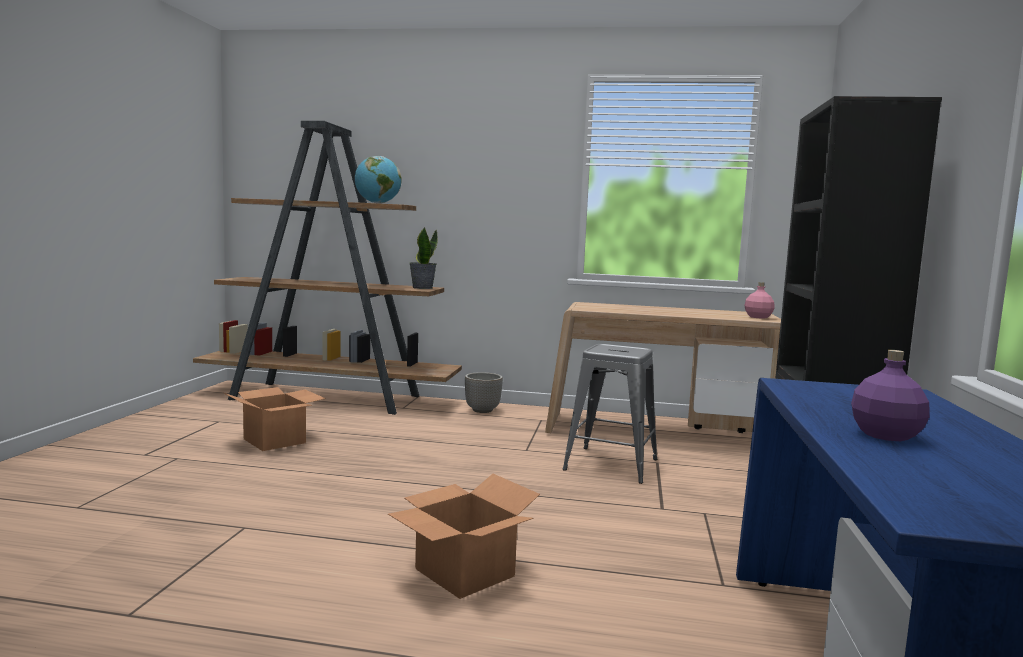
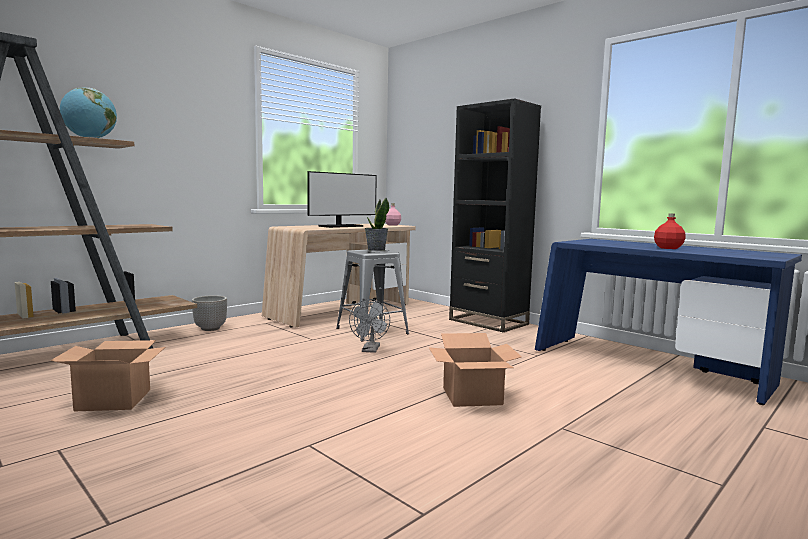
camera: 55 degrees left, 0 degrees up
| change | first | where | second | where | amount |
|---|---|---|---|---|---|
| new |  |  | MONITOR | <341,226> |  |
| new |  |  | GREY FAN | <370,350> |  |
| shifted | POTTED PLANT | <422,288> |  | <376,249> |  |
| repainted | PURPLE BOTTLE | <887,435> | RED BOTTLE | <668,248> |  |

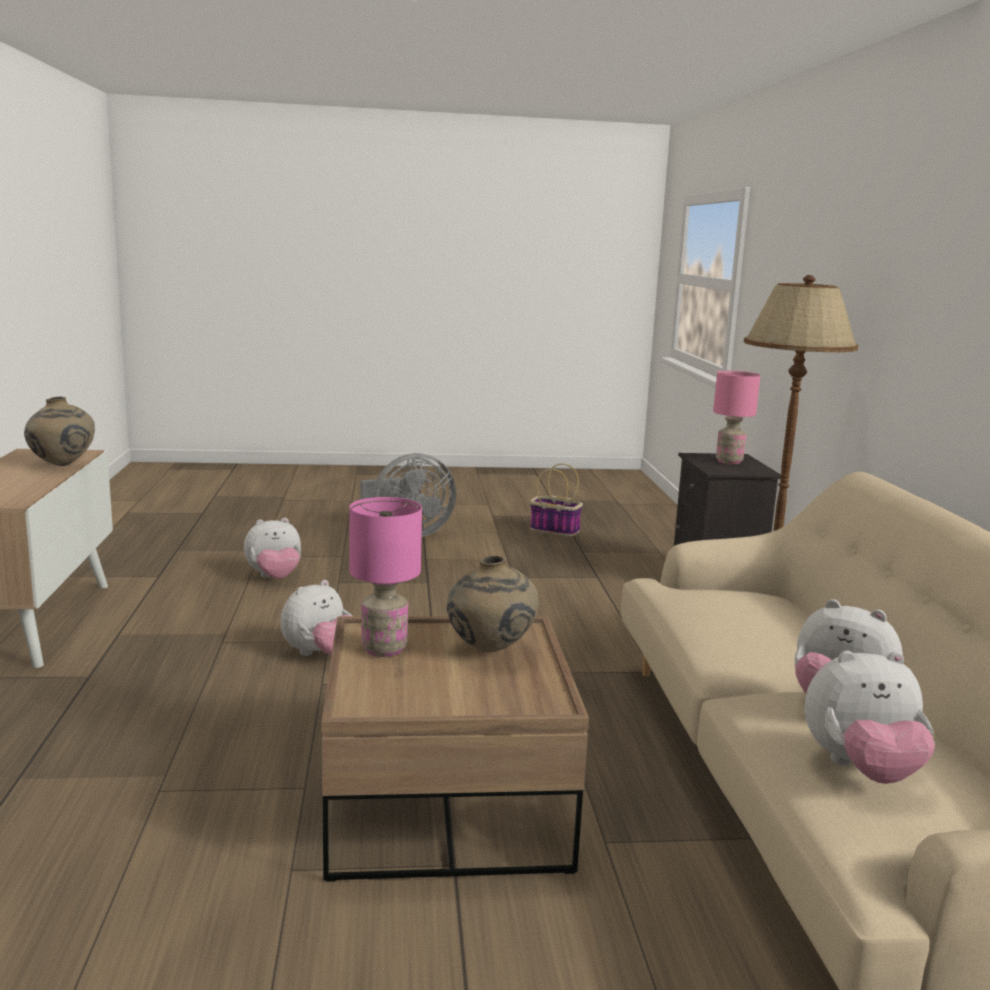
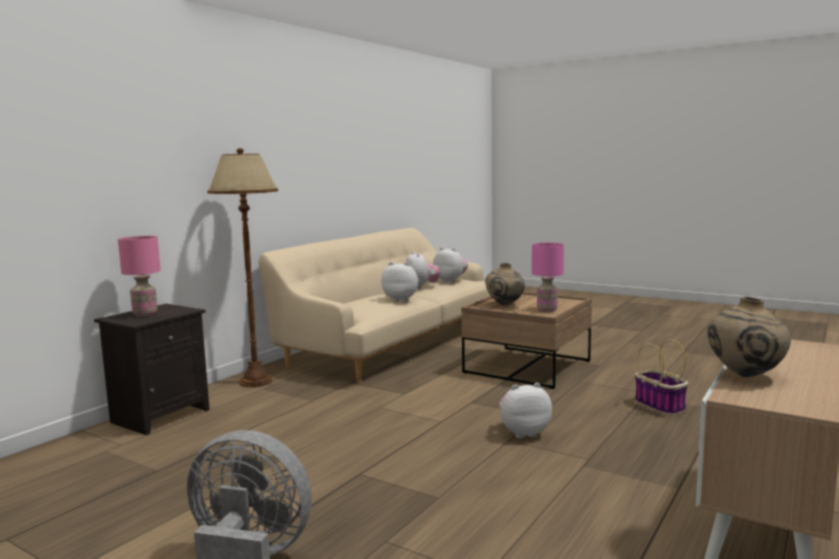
camera: 140 degrees left, 5 degrees down
| change | first | where | second | where | amount |
|---|---|---|---|---|---|
| shifted | PLUSH TOY | <274,578> |  | <401,300> |  |
| shifted | BASKET | <553,530> |  | <660,406> |  |

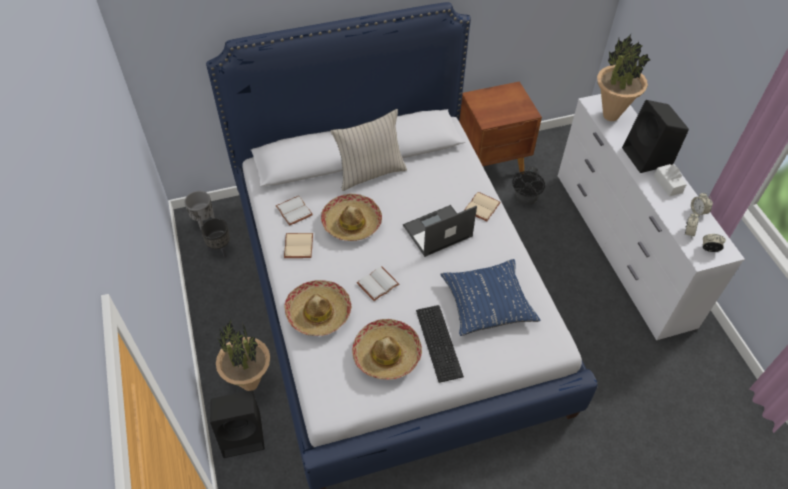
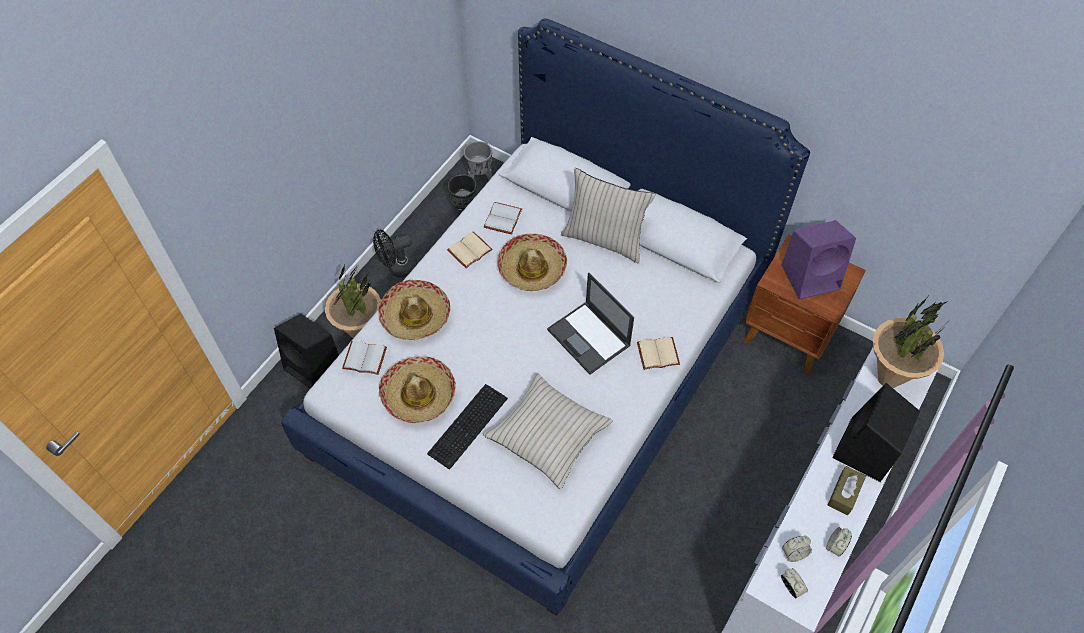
camera: 50 degrees right, 5 degrees up
| change | first | where | second | where | amount |
|---|---|---|---|---|---|
| new |  |  | PURPLE SPEAKER | <811,276> |  |
| shifted | WHITE BOOK | <378,285> |  | <364,359> |  |
| shifted | BLACK FAN | <525,199> |  | <398,268> |  |
| repainted | BLUE PILLOW | <487,302> | BEIGE PILLOW | <548,434> |  |
| repainted | WHITE TISSUE BOX | <667,184> | BROWN TISSUE BOX | <844,493> |  |
| rotated | LAPTOP | <437,231> |  | <589,338> | 150 degrees counterclockwise |

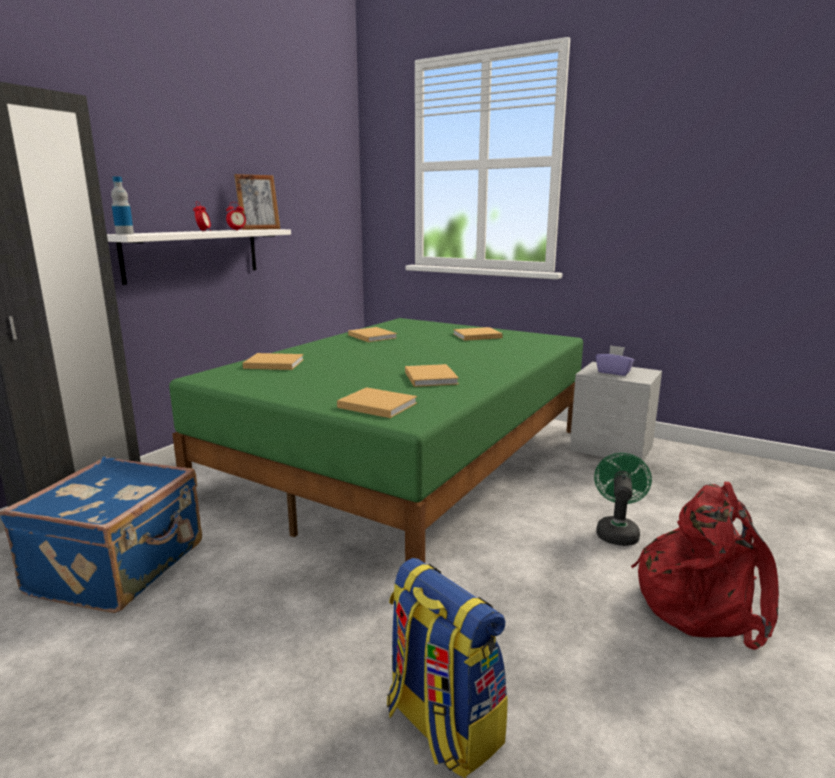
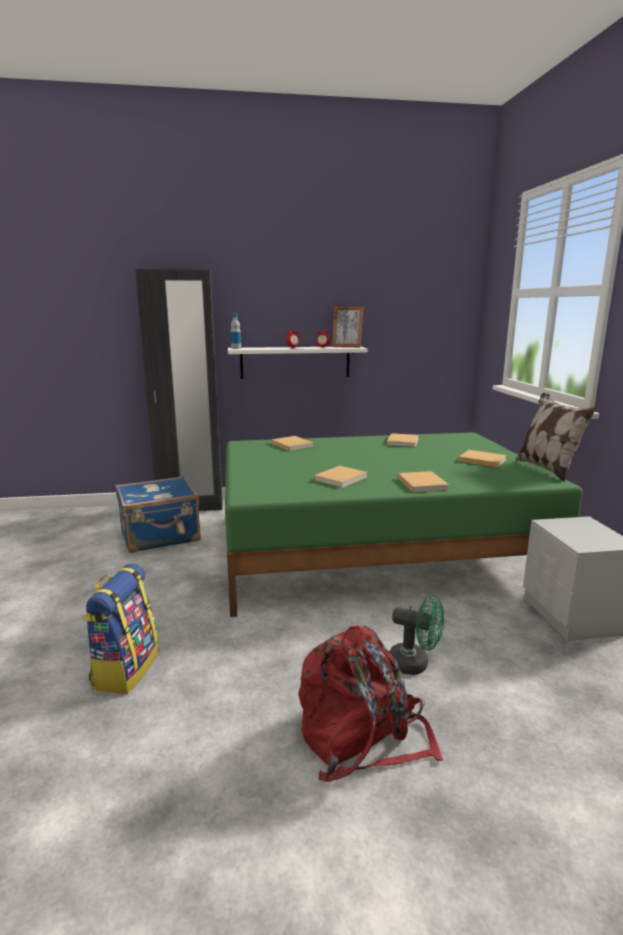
camera: 50 degrees right, 0 degrees up
| change | first | where | second | where | amount |
|---|---|---|---|---|---|
| gone | PURPLE TISSUE BOX | <613,372> |  |  |  |
| new |  |  | PILLOW | <547,469> |  |
| shifted | BEIGE BOOK | <375,405> |  | <421,483> |  |
| rotated | GREEN FAN | <617,531> |  | <415,664> | 45 degrees clockwise |

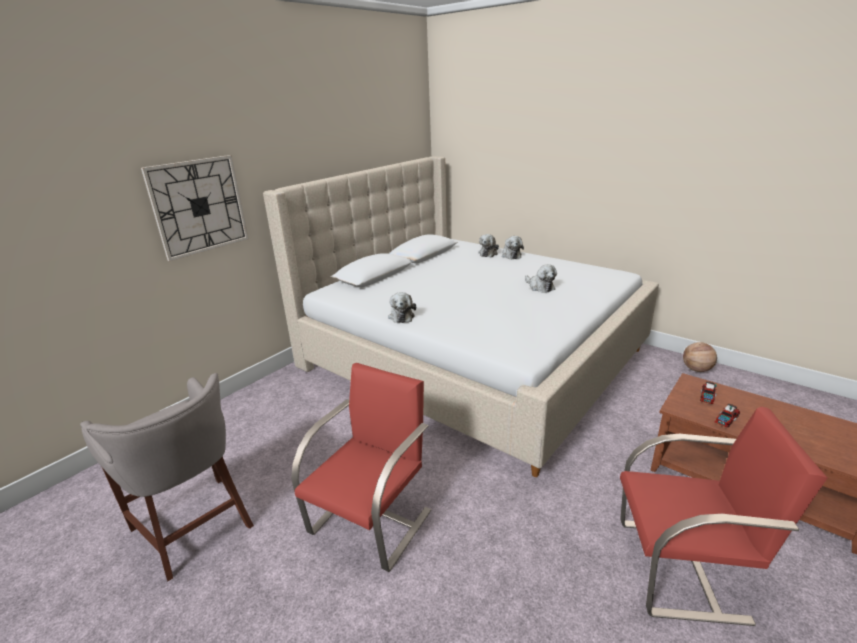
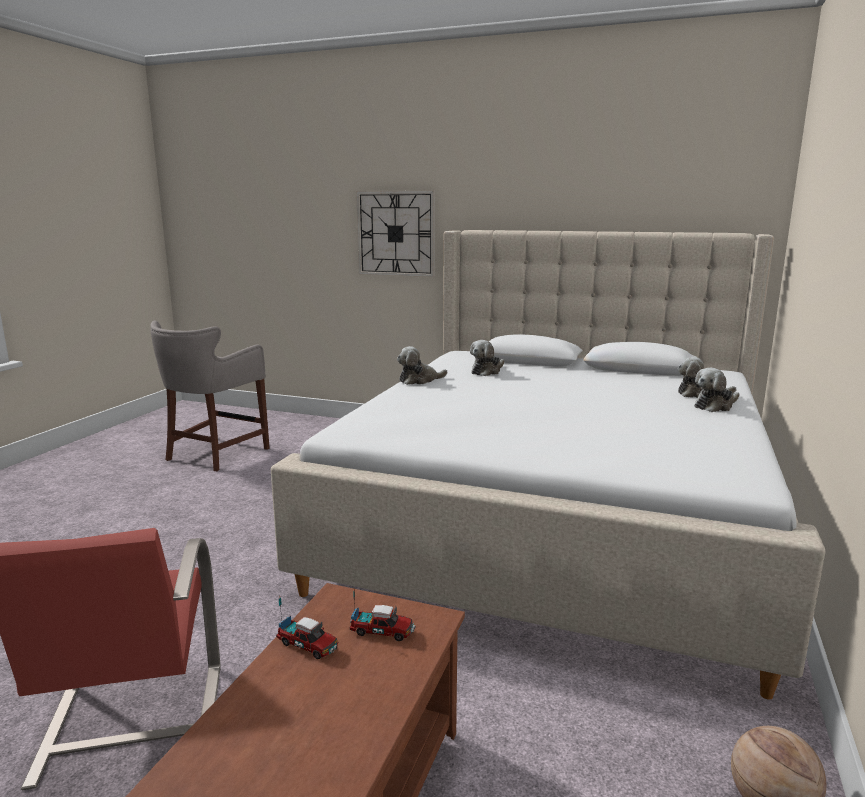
camera: 70 degrees right, 10 degrees down
| change | first | where | second | where | amount |
|---|---|---|---|---|---|
| gone | RED CHAIR | <372,520> |  |  |  |
| shifted | PLUSH TOY | <540,287> |  | <487,371> |  |

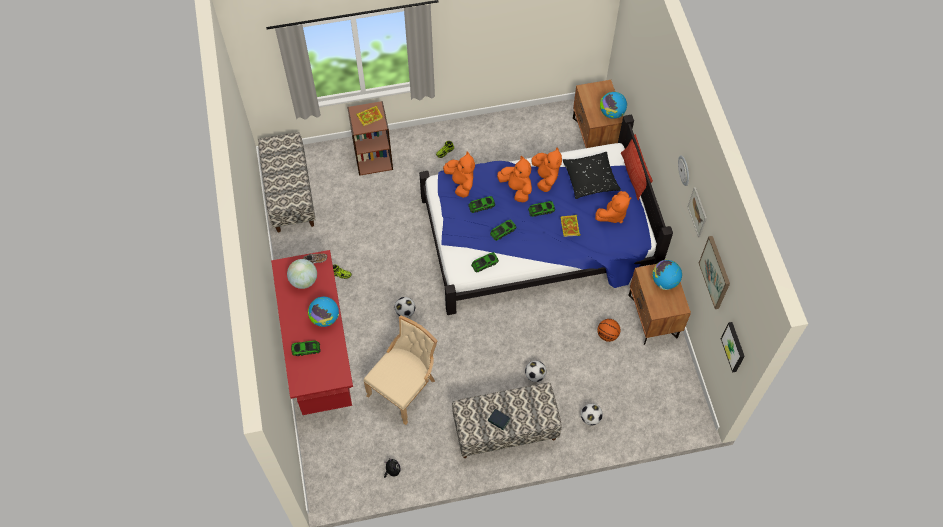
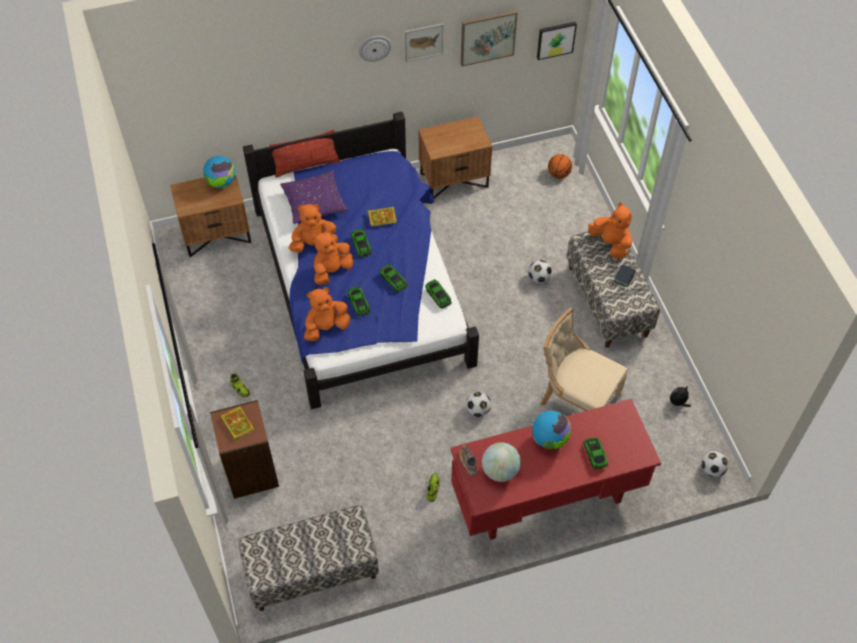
camera: 95 degrees left, 5 degrees down
| change | first | where | second | where | amount |
|---|---|---|---|---|---|
| gone | GLOBE | <664,281> |  |  |  |
| shifted | FOOTBALL | <590,418> |  | <712,470> |  |
| shifted | ORANGE PLUSH TOY | <613,214> |  | <610,243> |  |
| shifted | BASKETBALL | <607,334> |  | <558,174> |  |
| repainted | BLACK PILLOW | <590,179> | PURPLE PILLOW | <314,202> |  |

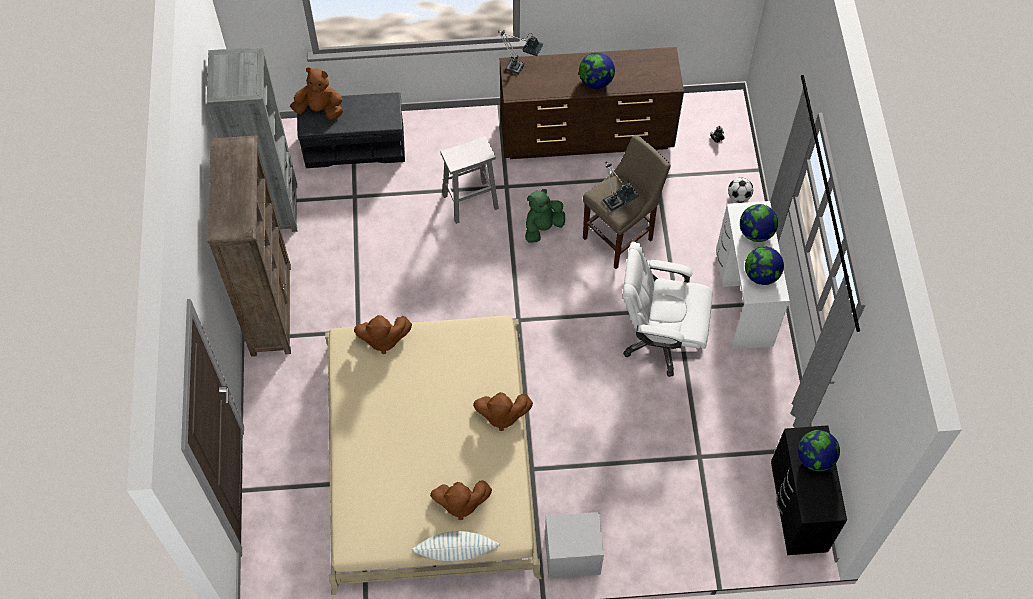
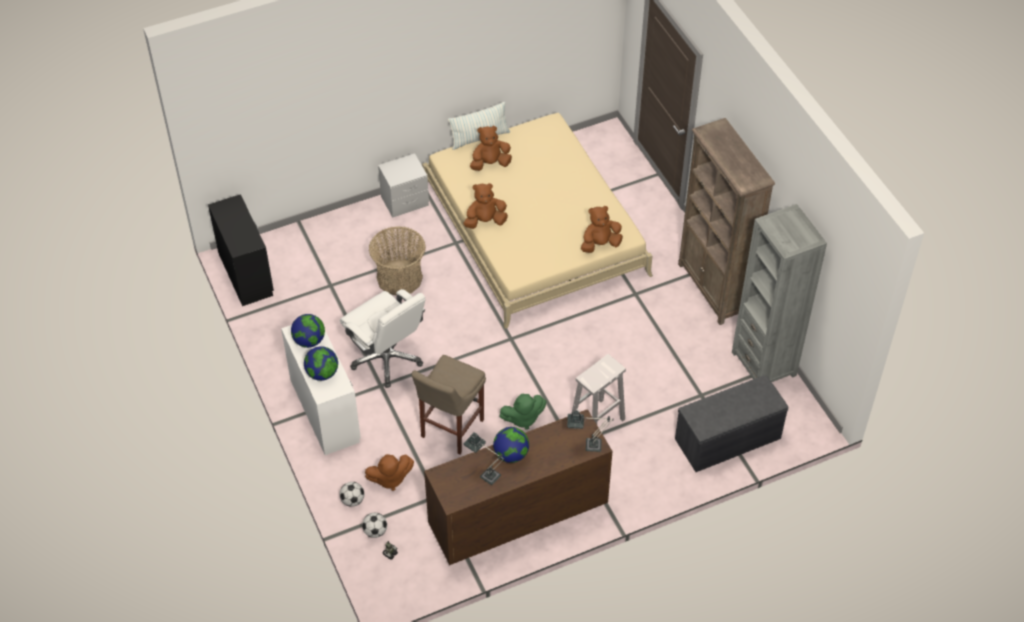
camera: 160 degrees right, 10 degrees down
| change | first | where | second | where | amount |
|---|---|---|---|---|---|
| gone | GLOBE | <815,458> |  |  |  |
| new |  |  | FOOTBALL | <375,531> |  |
| new |  |  | BASKET | <399,278> |  |
| shifted | BROWN PLUSH TOY | <320,109> |  | <390,479> |  |
| shifted | TABLE LAMP | <616,206> |  | <486,474> |  |
| rotated | GREEN PLUSH TOY | <542,227> |  | <523,418> | 45 degrees clockwise |
| rotated | WHITE OFFICE CHAIR | <660,339> |  | <387,358> | 60 degrees clockwise |

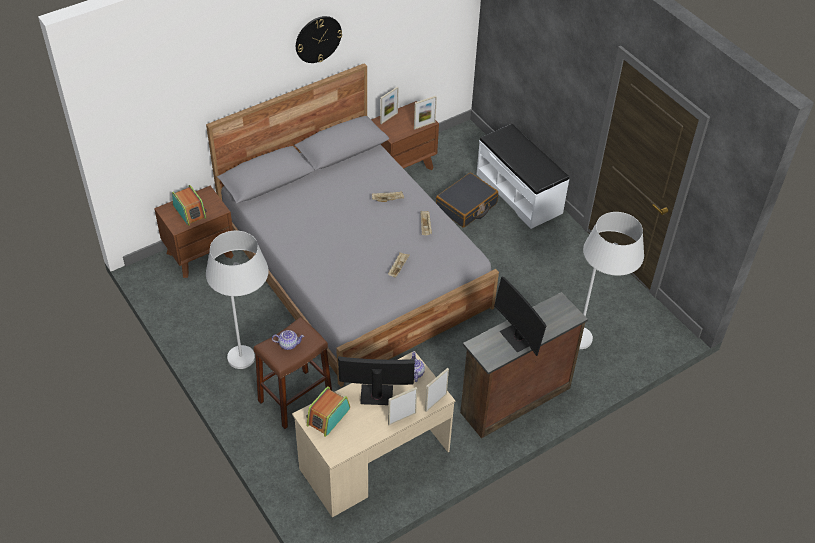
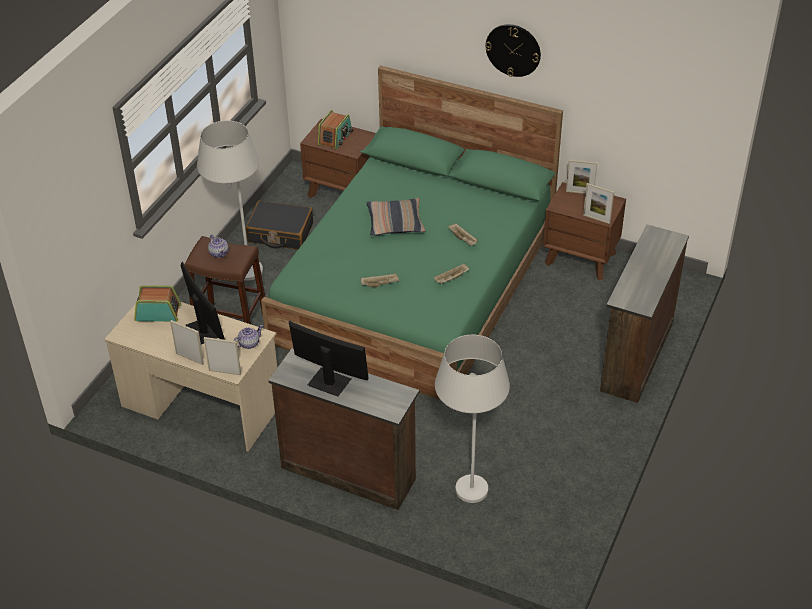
camera: 60 degrees right, 5 degrees down
| change | first | where | second | where | amount |
|---|---|---|---|---|---|
| new |  |  | PILLOW | <395,223> |  |
| shifted | BLACK SUITCASE | <466,206> |  | <280,233> |  |
| swapped | WHITE BENCH | <519,193> | BROWN DRESSER | <634,357> |  |
| repainted | GREY BED | <354,266> | GREEN BED | <416,287> |  |
| rotated | MONITOR | <518,337> |  | <329,382> | 90 degrees clockwise |

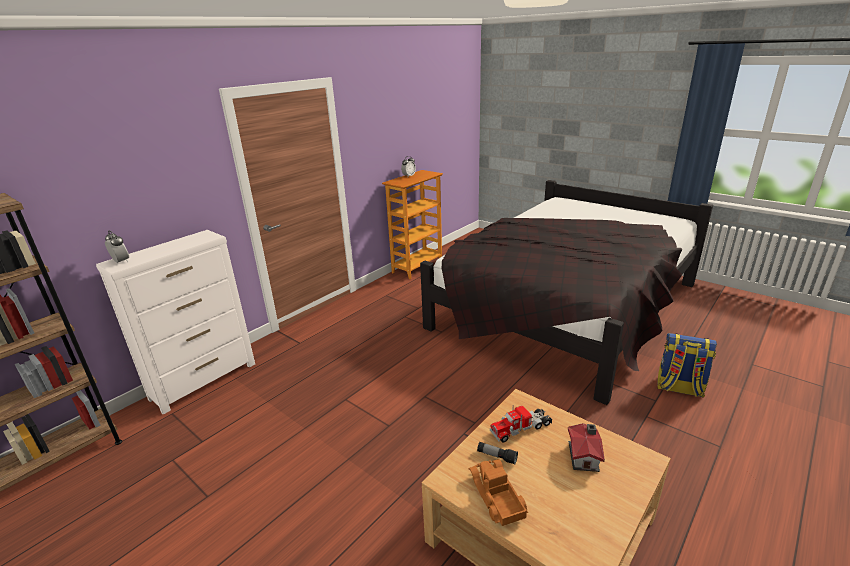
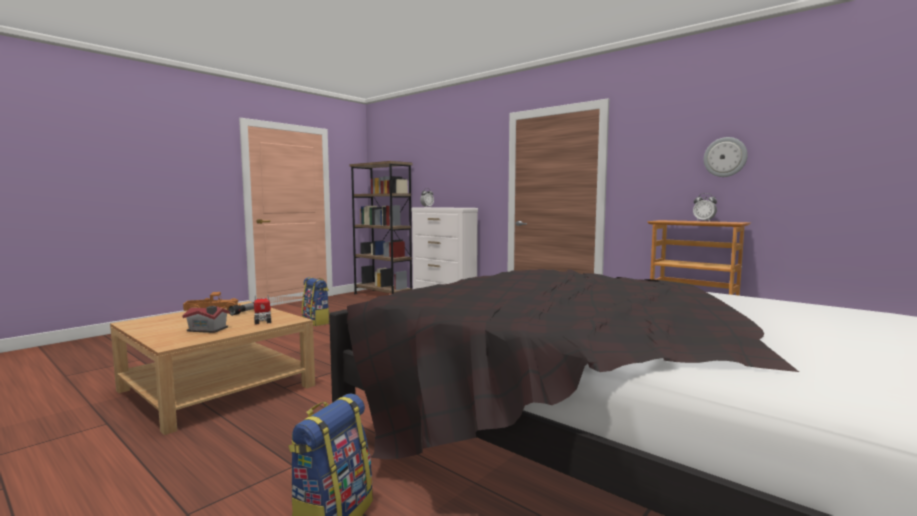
camera: 90 degrees right, 20 degrees down
| change | first | where | second | where | amount |
|---|---|---|---|---|---|
| new |  |  | BACKPACK | <317,322> |  |
| new |  |  | WALL CLOCK | <725,157> |  |

